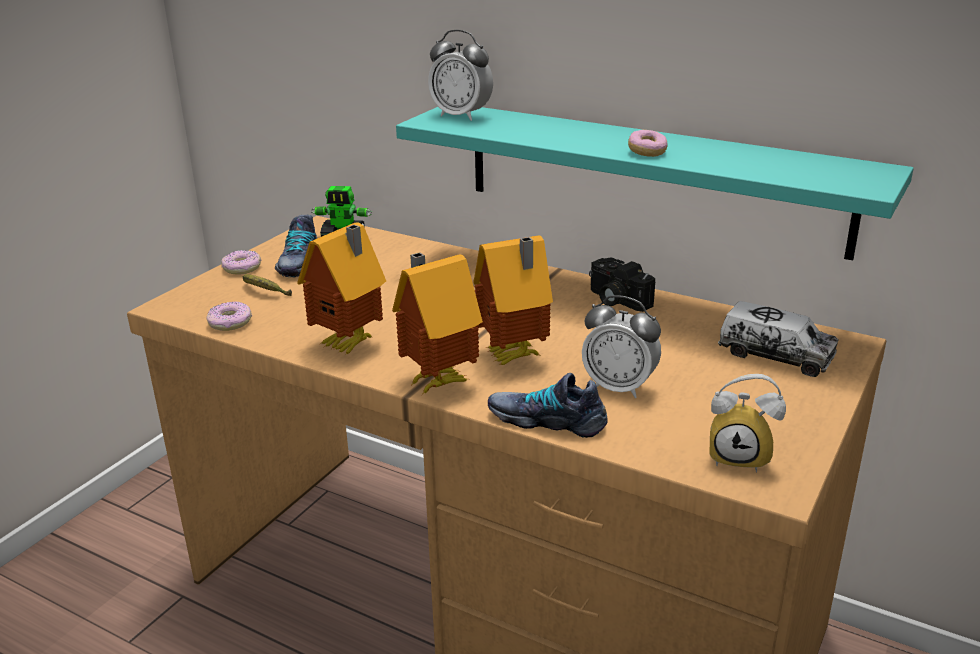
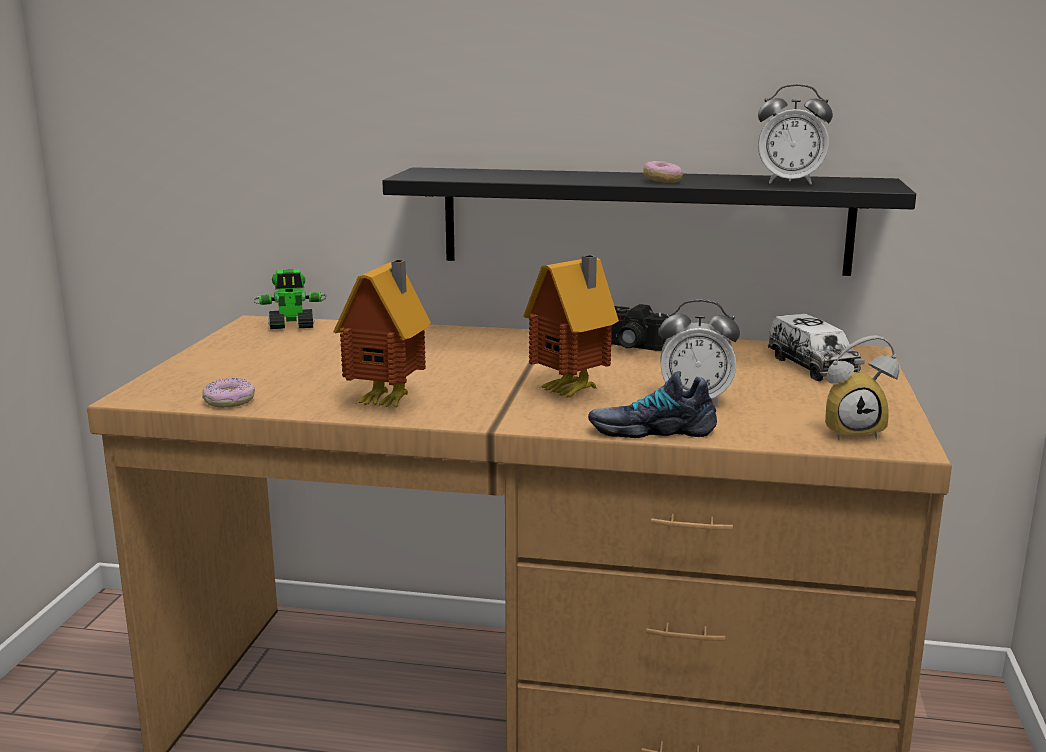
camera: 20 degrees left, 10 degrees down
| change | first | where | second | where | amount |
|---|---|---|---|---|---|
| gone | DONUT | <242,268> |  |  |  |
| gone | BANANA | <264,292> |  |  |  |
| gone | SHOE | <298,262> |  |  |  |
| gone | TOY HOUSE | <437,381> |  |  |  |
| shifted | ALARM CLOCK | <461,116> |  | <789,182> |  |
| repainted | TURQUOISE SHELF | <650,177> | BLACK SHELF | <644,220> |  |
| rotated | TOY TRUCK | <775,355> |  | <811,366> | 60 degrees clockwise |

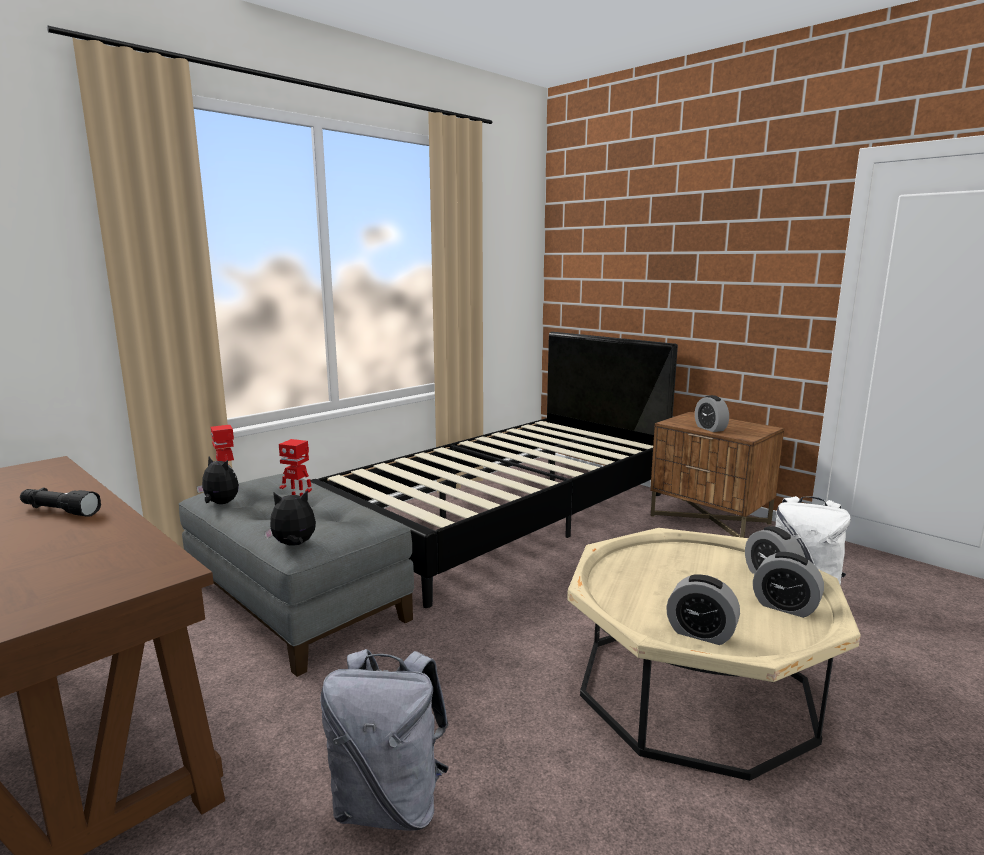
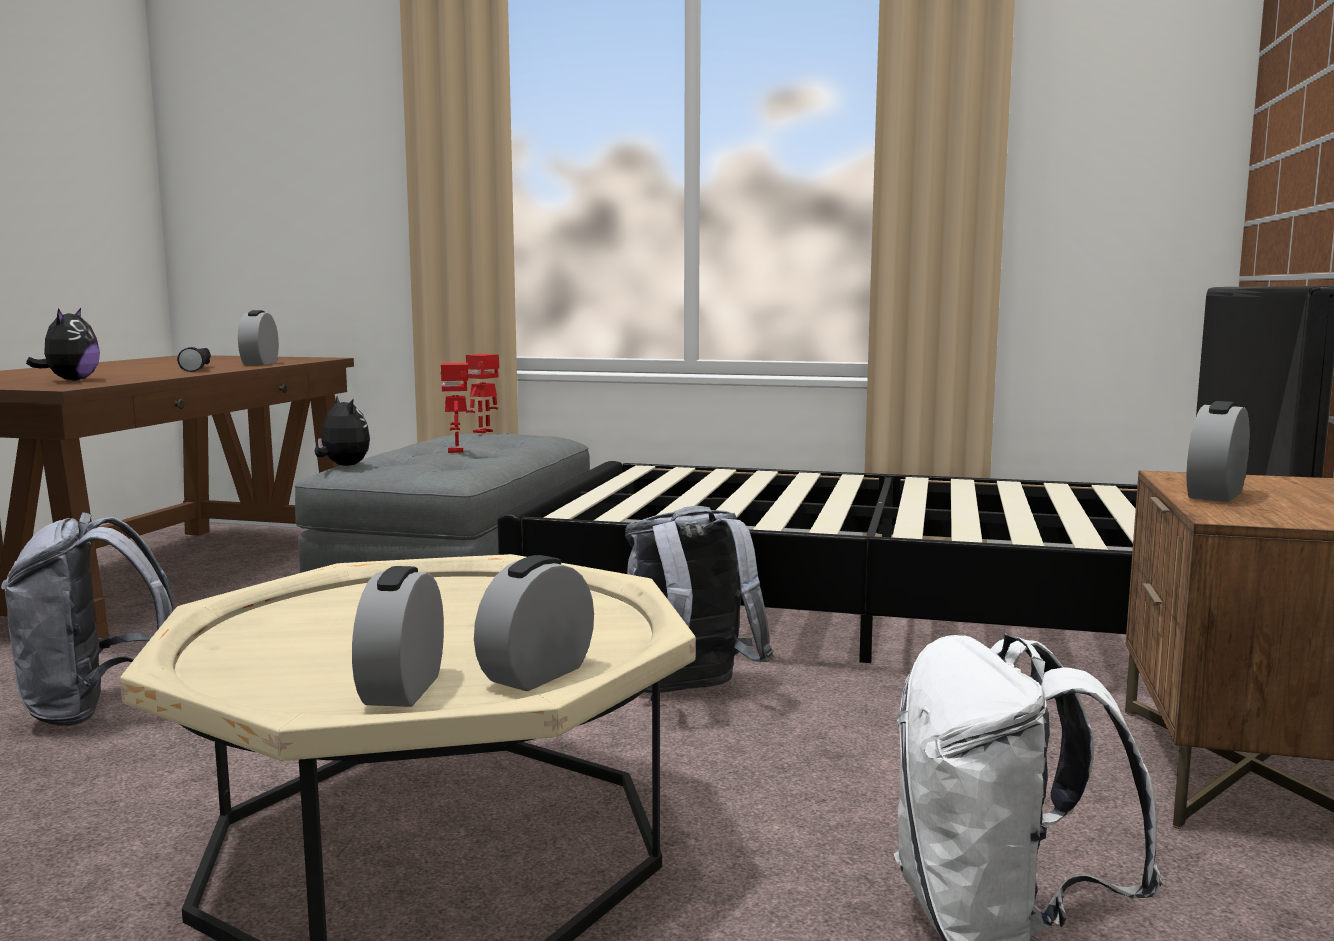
camera: 60 degrees right, 5 degrees down
| change | first | where | second | where | amount |
|---|---|---|---|---|---|
| new |  |  | GREY BACKPACK | <688,693> |  |
| shifted | PLUSH TOY | <220,504> |  | <71,380> |  |
| shifted | ALARM CLOCK | <700,633> |  | <260,363> |  |

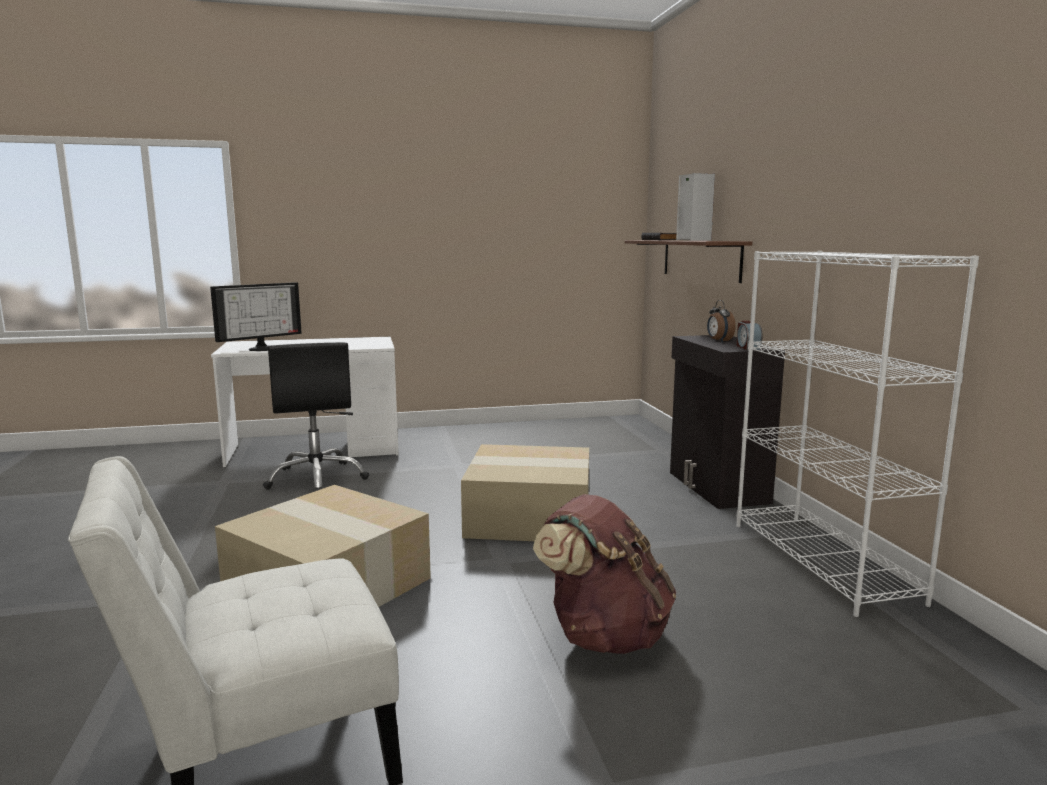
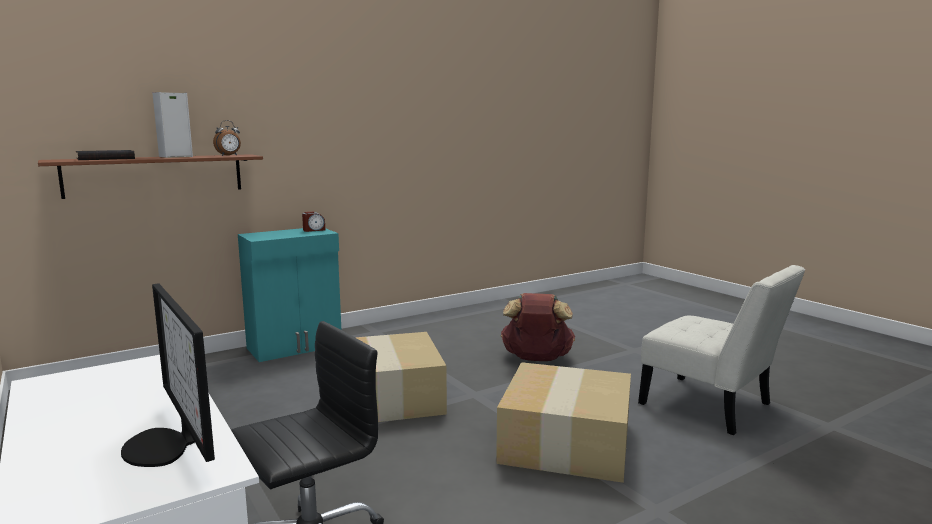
camera: 110 degrees left, 0 degrees up
| change | first | where | second | where | amount |
|---|---|---|---|---|---|
| gone | WHITE BOOKCASE | <823,561> |  |  |  |
| shifted | ALARM CLOCK | <718,341> |  | <229,155> |  |
| repainted | BLACK CABINET | <716,487> | TURQUOISE CABINET | <295,347> |  |
| rotated | MONITOR | <266,348> |  | <166,445> | 150 degrees counterclockwise |

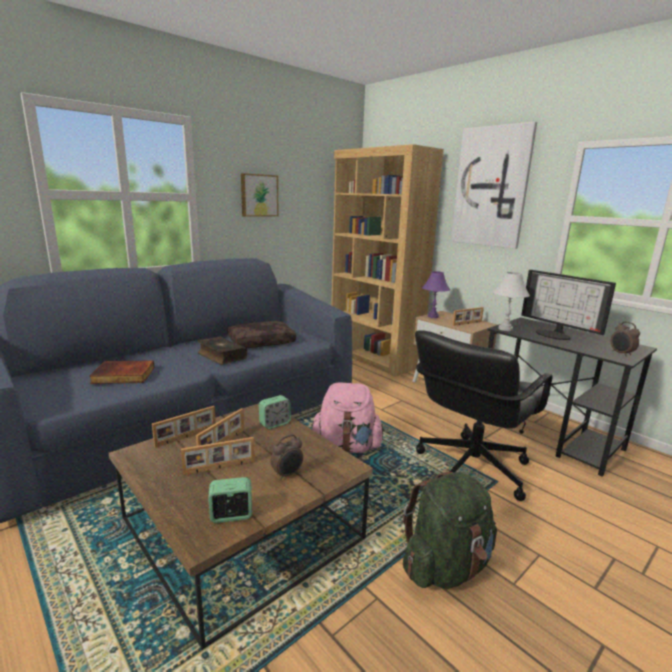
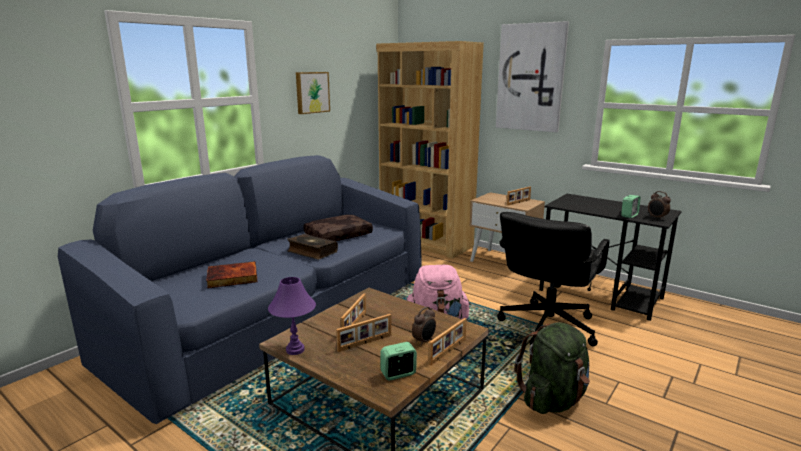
camera: 10 degrees left, 0 degrees up
| change | first | where | second | where | amount |
|---|---|---|---|---|---|
| gone | WHITE TABLE LAMP | <505,329> |  |  |  |
| gone | MONITOR | <554,334> |  |  |  |
| shifted | PICTURE FRAME | <186,437> |  | <448,352> |  |
| shifted | ALARM CLOCK | <275,423> |  | <629,215> |  |
| shifted | PURPLE TABLE LAMP | <433,316> |  | <295,350> |  |

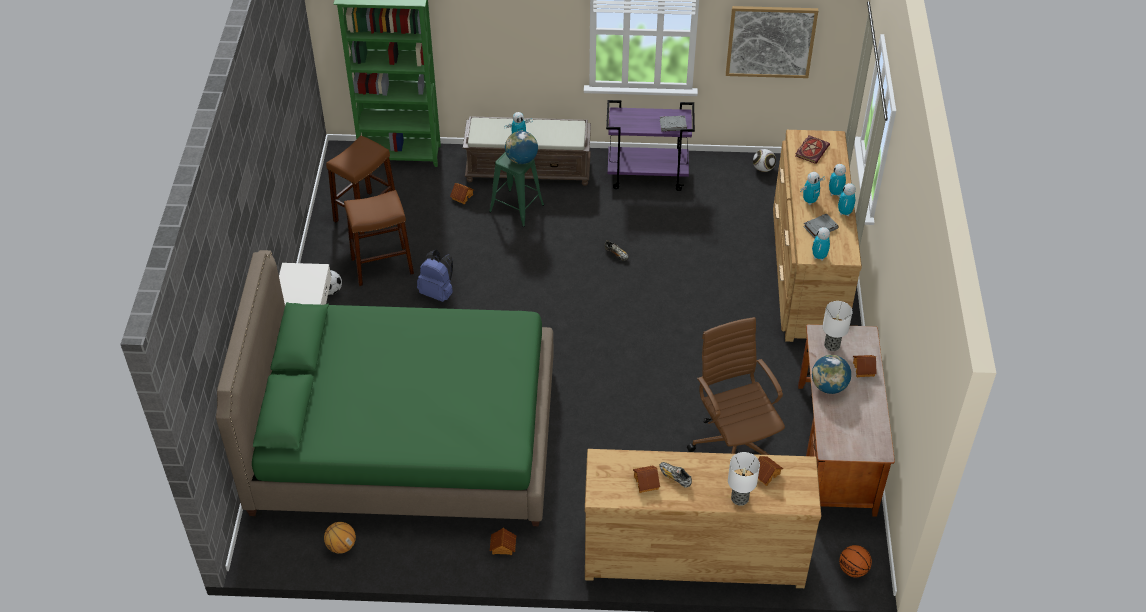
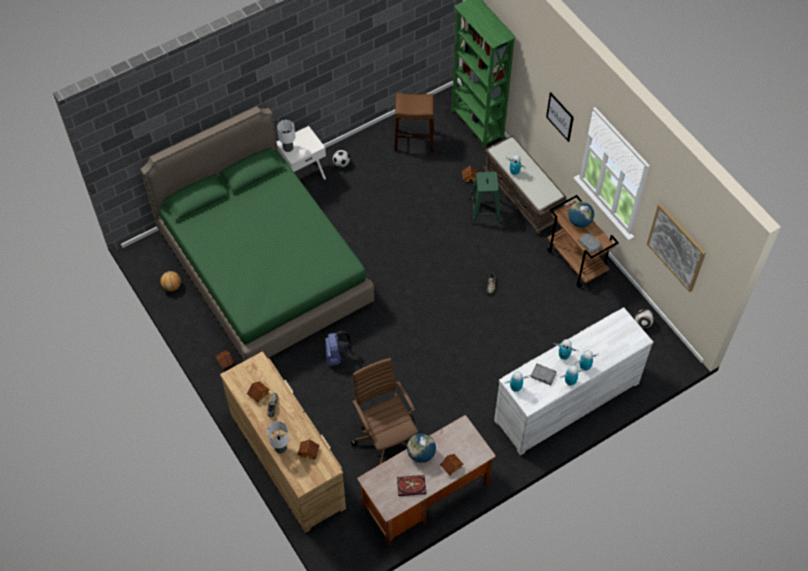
camera: 55 degrees right, 10 degrees up
| change | first | where | second | where | amount |
|---|---|---|---|---|---|
| gone | BROWN STOOL | <382,266> |  |  |  |
| gone | BASKETBALL | <853,569> |  |  |  |
| new |  |  | PICTURE | <560,116> |  |
| shifted | BLUE BACKPACK | <438,292> |  | <337,356> |  |
| shifted | GLOBE | <521,160> |  | <579,222> |  |
| shifted | BOOK | <811,150> |  | <412,485> |  |
| shifted | TABLE LAMP | <831,345> |  | <288,148> |  |
| repainted | PURPLE CART | <648,175> | BROWN CART | <577,262> |  |
| repainted | BROWN DRESSER | <807,273> | WHITE DRESSER | <566,401> |  |
| rotated | BROWN OFFICE CHAIR | <734,444> |  | <386,437> | 60 degrees counterclockwise |

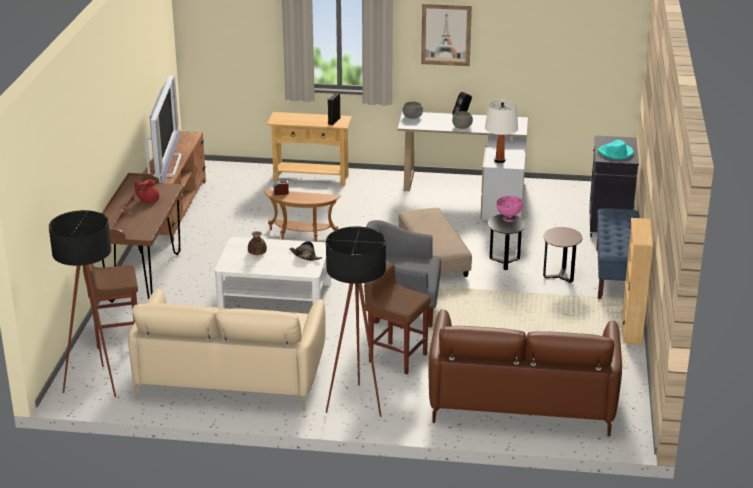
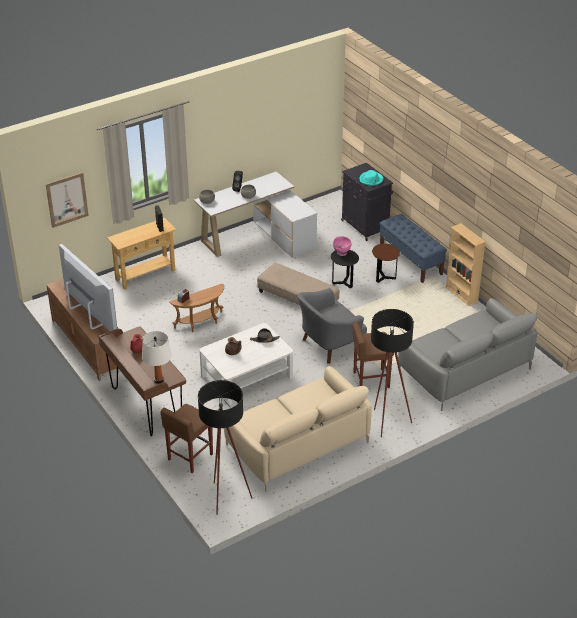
camera: 40 degrees left, 10 degrees up
| change | first | where | second | where | amount |
|---|---|---|---|---|---|
| shifted | PICTURE | <446,34> |  | <67,199> |  |
| shifted | WHITE TABLE LAMP | <499,160> |  | <158,380> |  |
| repainted | BROWN SOFA | <522,398> | GREY SOFA | <464,369> |  |

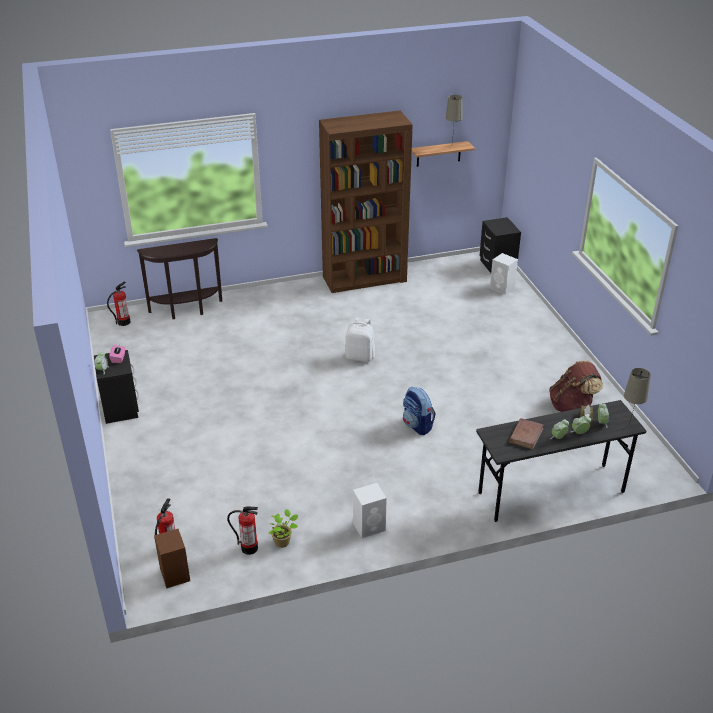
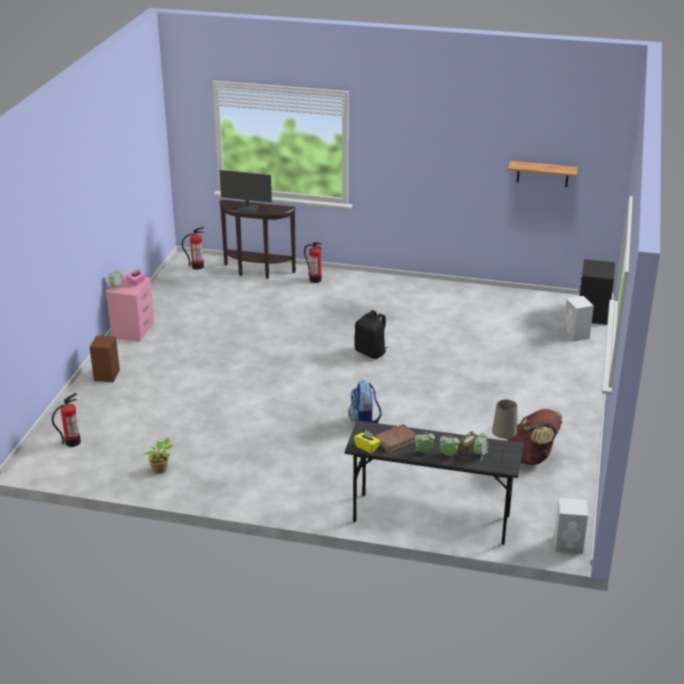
camera: 30 degrees right, 5 degrees down
| change | first | where | second | where | amount |
|---|---|---|---|---|---|
| gone | BROWN BOOKCASE | <365,279> |  |  |  |
| gone | BEIGE TABLE LAMP | <452,147> |  |  |  |
| new |  |  | MONITOR | <248,208> |  |
| new |  |  | YELLOW TISSUE BOX | <367,447> |  |
| shifted | BROWN SPEAKER | <174,574> |  | <107,375> |  |
| shifted | FIRE EXTINGUISHER | <249,548> |  | <315,280> |  |
| shifted | WHITE SPEAKER | <370,526> |  | <569,544> |  |
| repainted | BLACK NIGHTSTAND | <120,408> | PINK NIGHTSTAND | <133,330> |  |
| repainted | WHITE BACKPACK | <360,356> | BLACK BACKPACK | <371,352> |  |

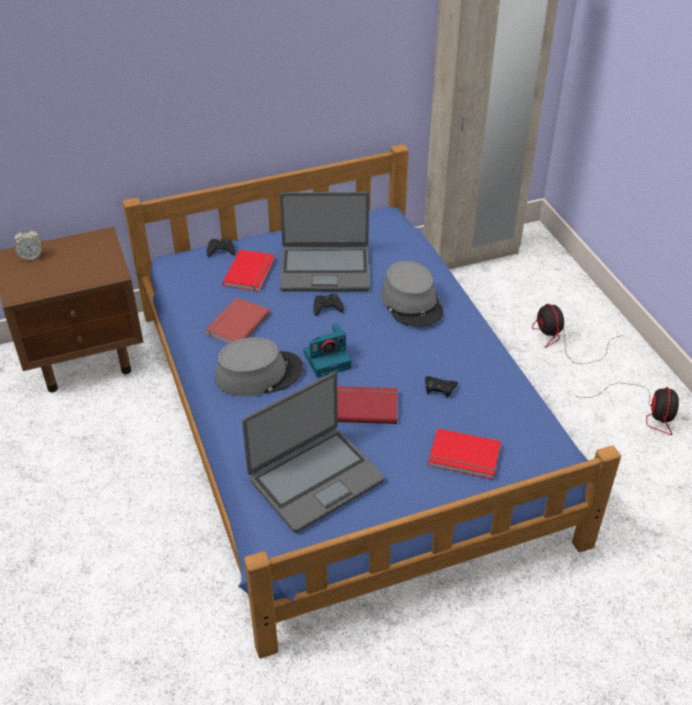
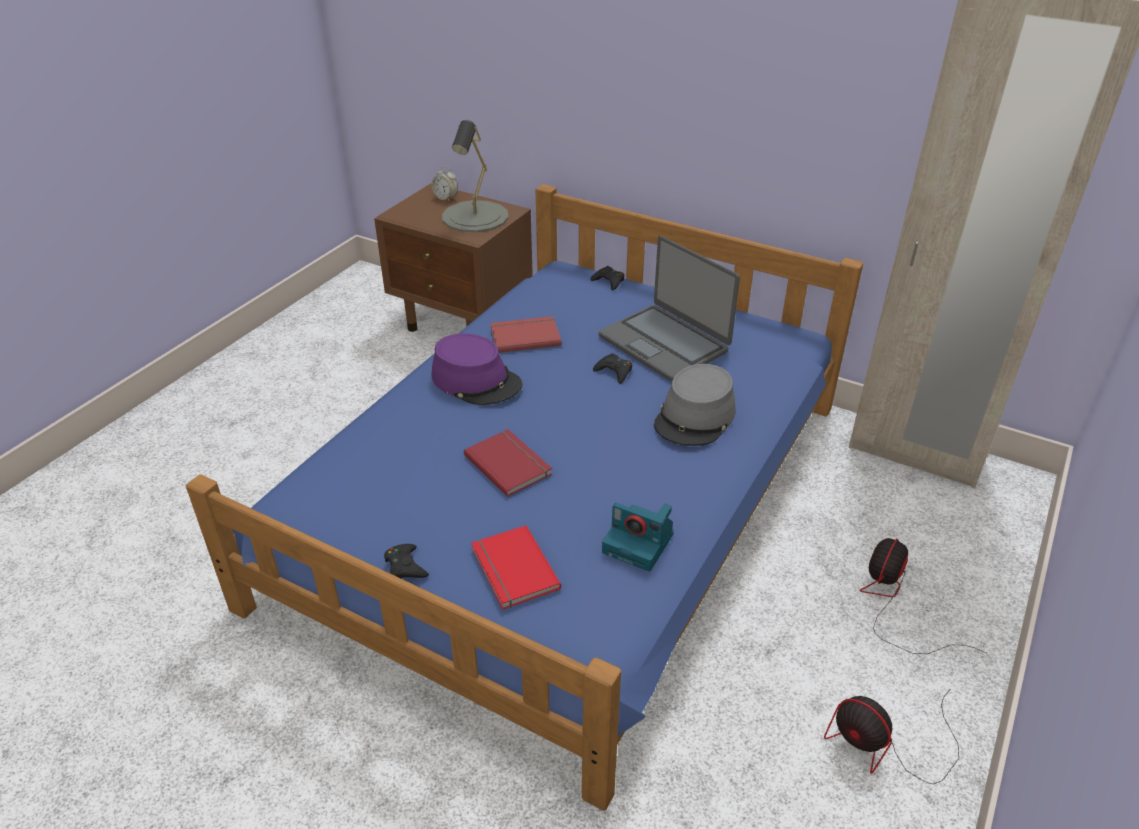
camera: 50 degrees right, 5 degrees down
| change | first | where | second | where | amount |
|---|---|---|---|---|---|
| gone | RED BOOK | <251,272> |  |  |  |
| gone | LAPTOP | <315,479> |  |  |  |
| new |  |  | GREY TABLE LAMP | <475,217> |  |
| shifted | PHOTO CAMERA | <328,359> |  | <640,543> |  |
| shifted | BLACK GAME CONTROLLER | <439,388> |  | <405,566> |  |
| repainted | GREY HAT | <259,374> | PURPLE HAT | <476,381> |  |
| rotated | FAN | <644,411> |  | <885,746> | 75 degrees clockwise |

